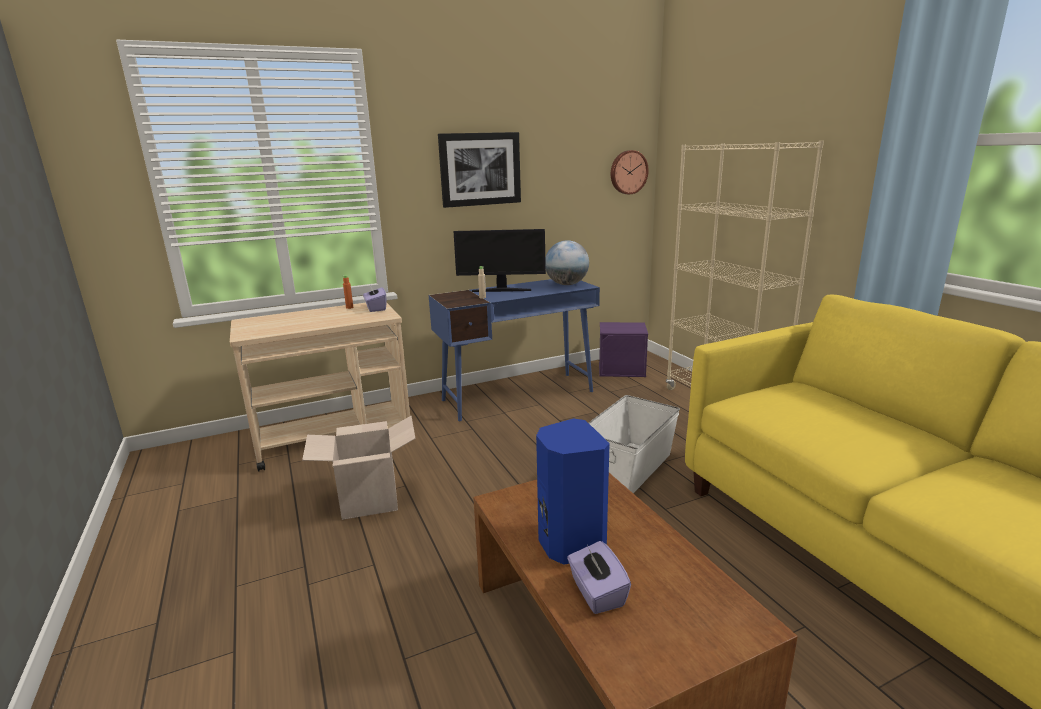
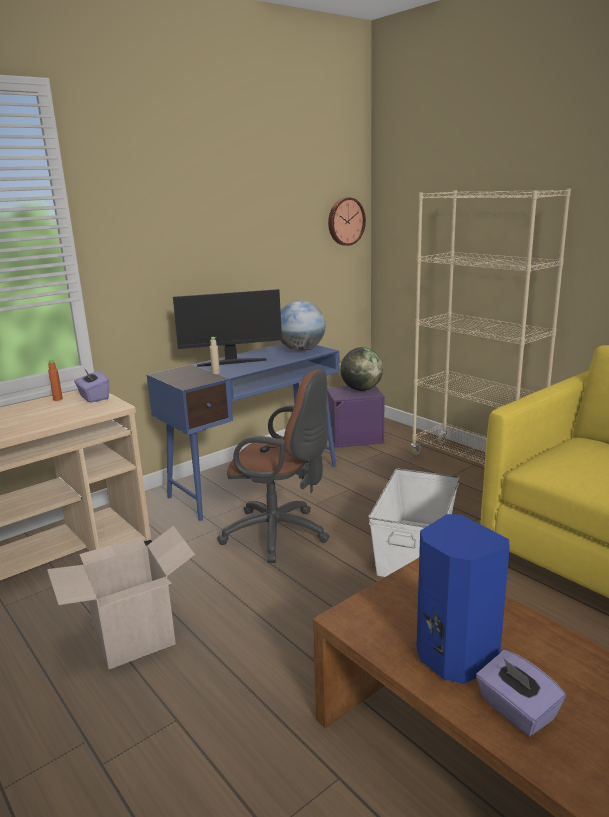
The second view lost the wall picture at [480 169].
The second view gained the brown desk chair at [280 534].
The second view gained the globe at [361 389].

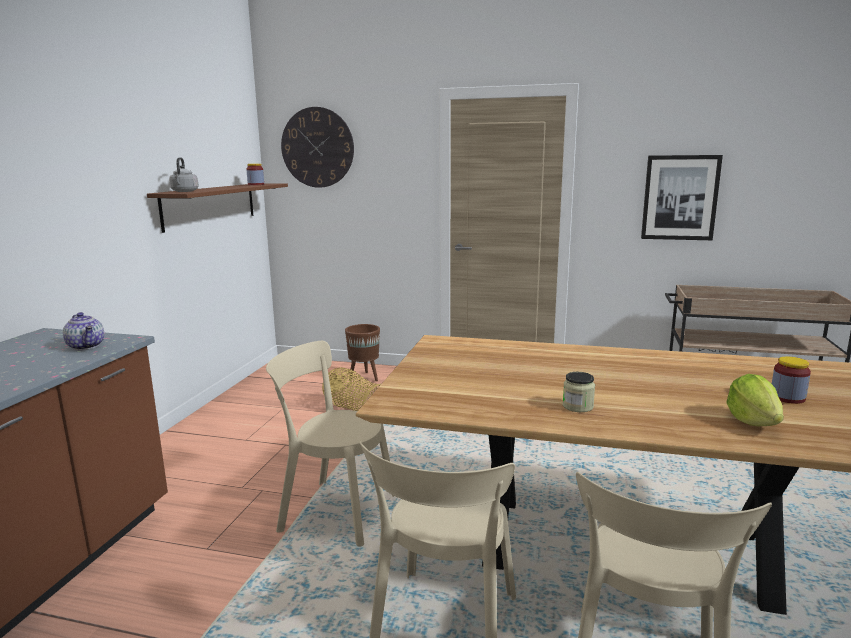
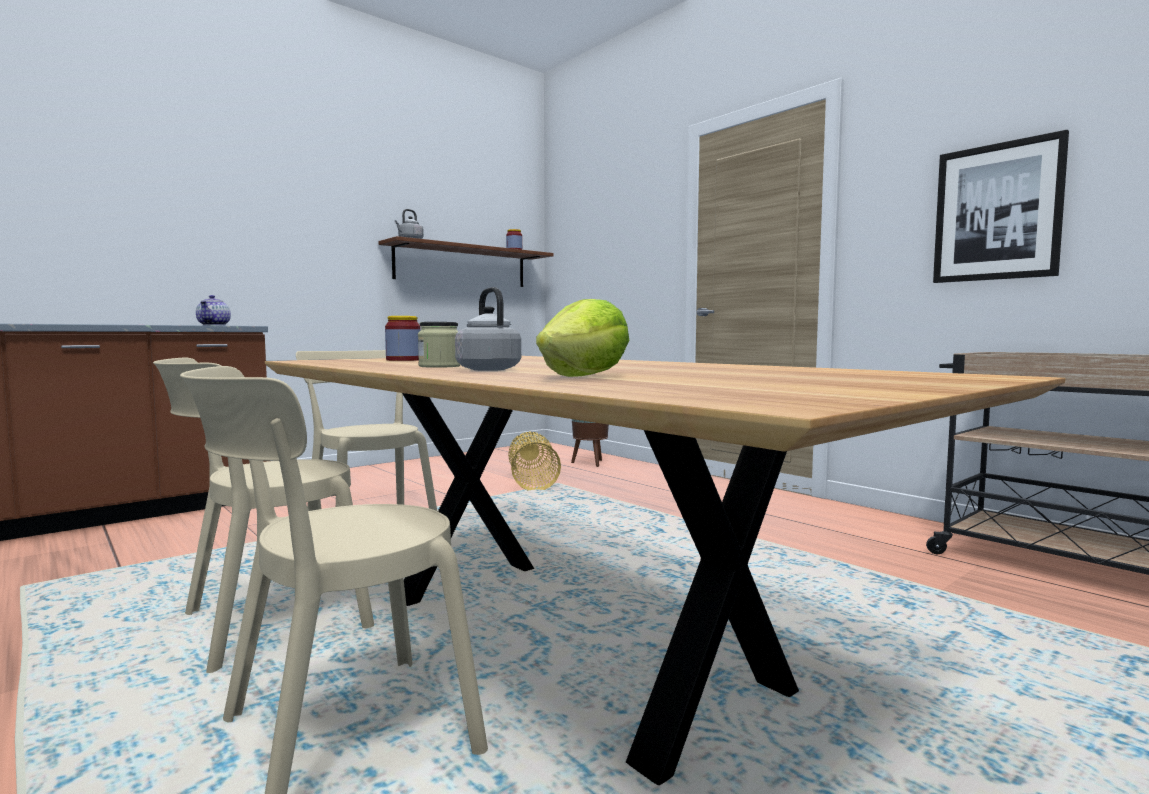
The second view lost the clock on the wall at [317 147].
The jar ended up elsewhere, having gone from [787 397] to [403 360].
The second view gained the grey tea kettle at [487 369].

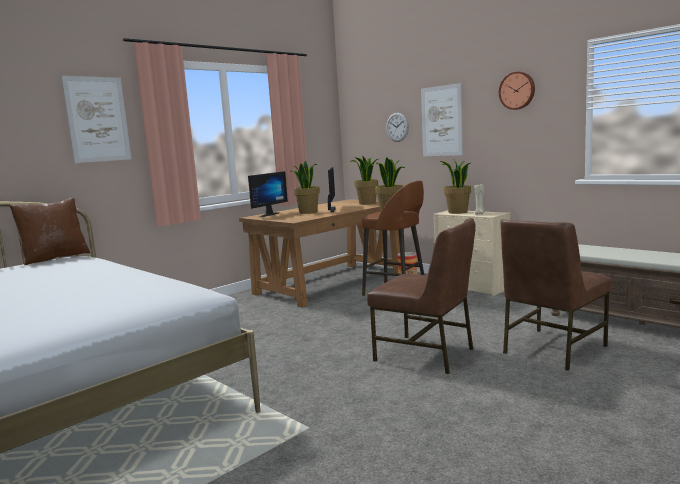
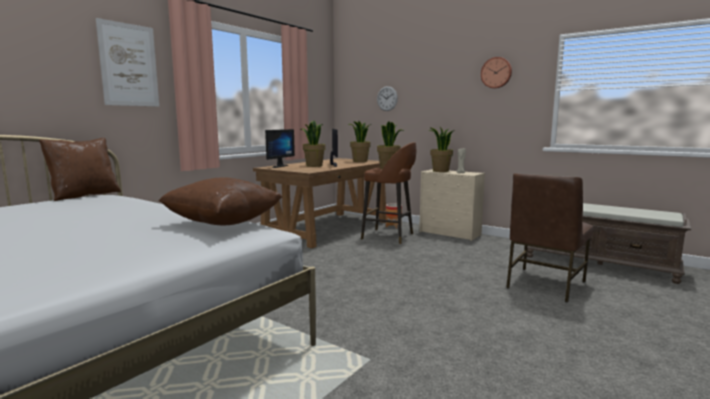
The second view lost the brown plain chair at [426 354].
The second view lost the wall picture at [441 121].
The second view gained the brown cushion at [223 223].

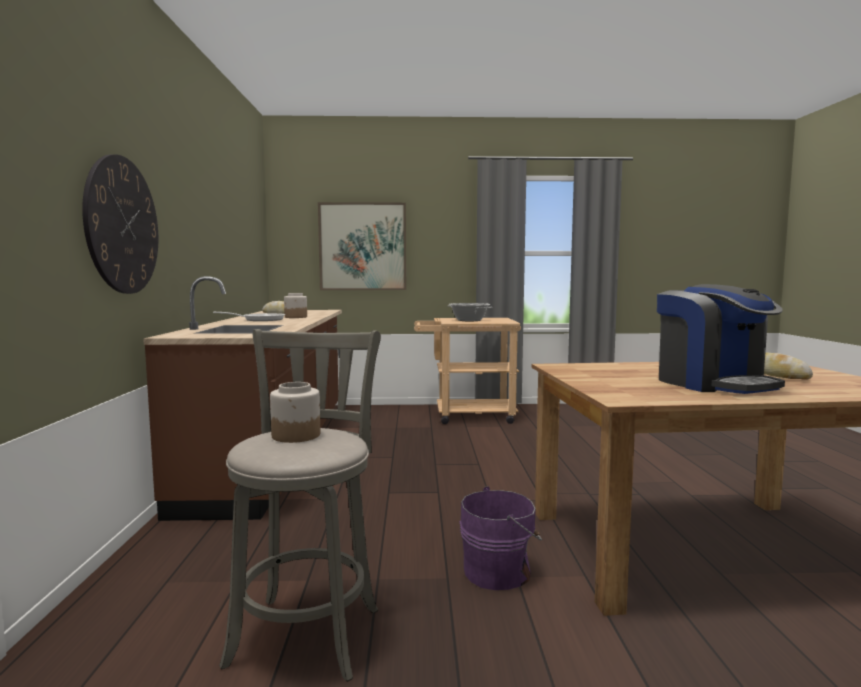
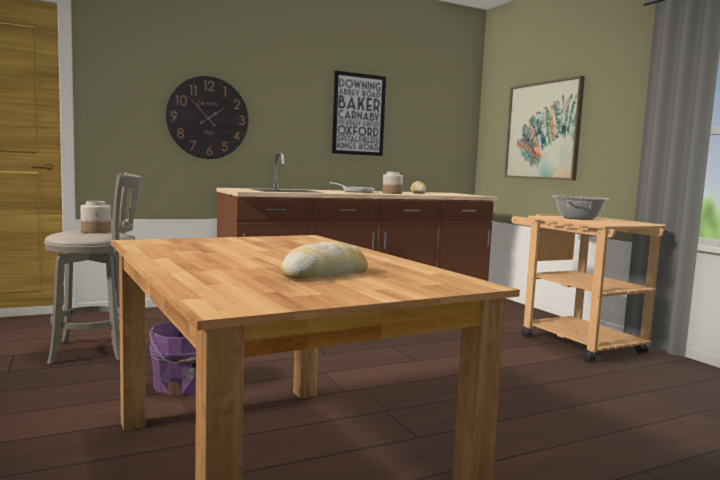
The second view lost the coffee maker at [713 384].
The second view gained the wall picture at [358 114].

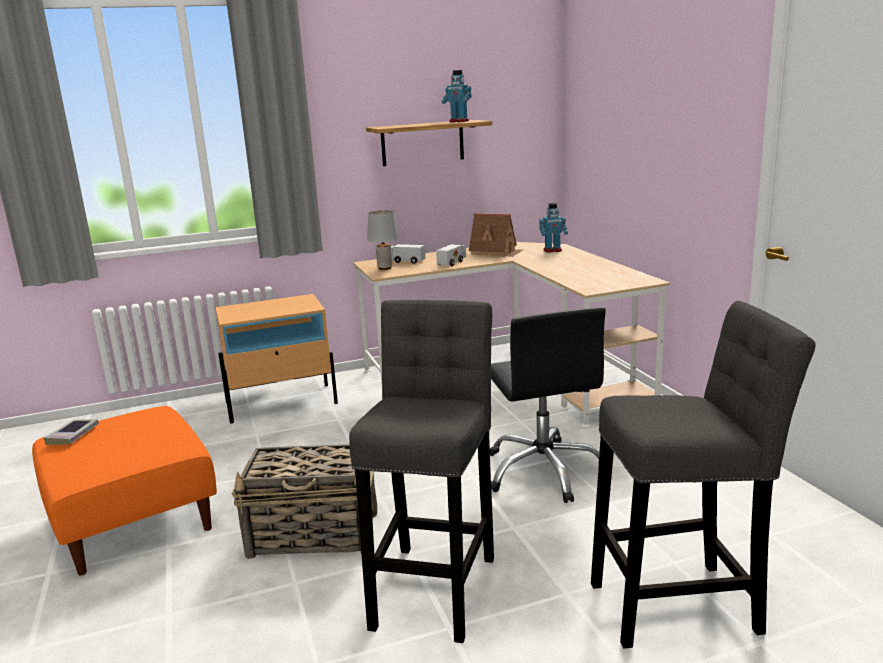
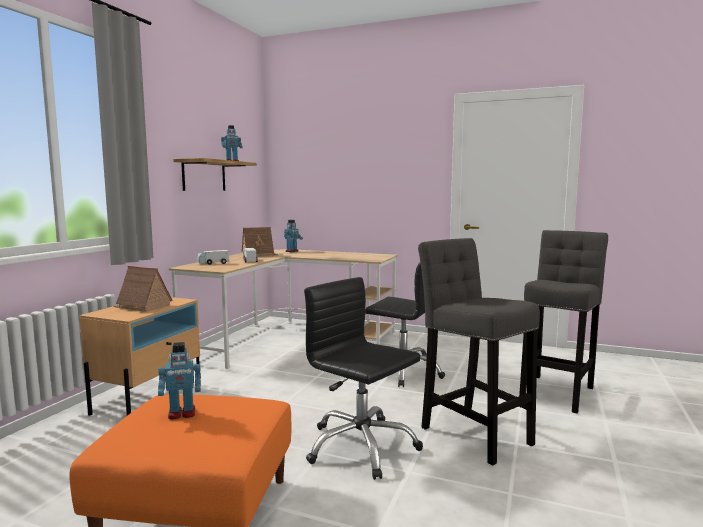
The second view lost the book at [73 435].
Where the basket stood at [315 534], the black desk chair came to stand at [361 446].
The second view lost the grey lamp for a table at [384 268].
The second view gained the toy house at [142 306].
The second view gained the robot figure at [182 414].

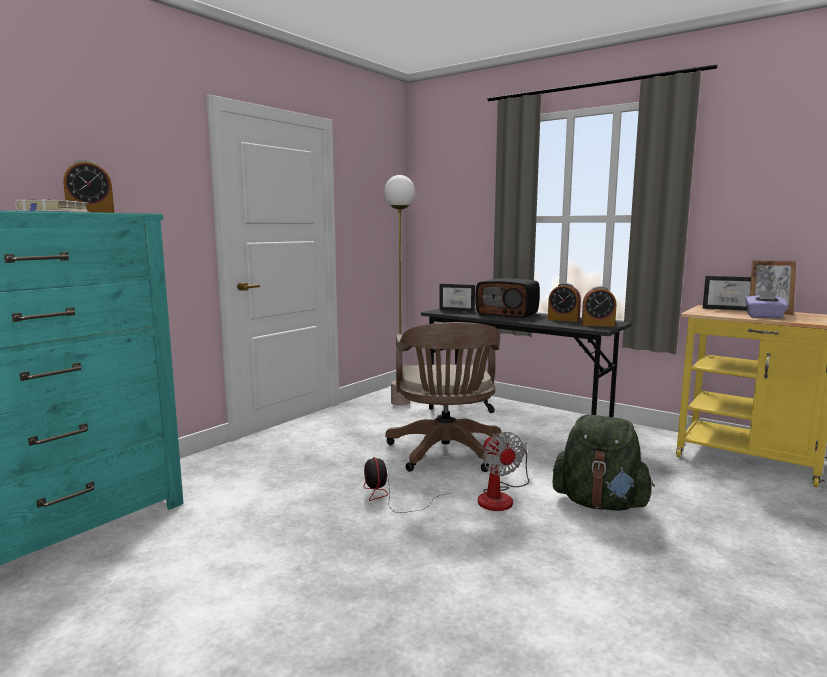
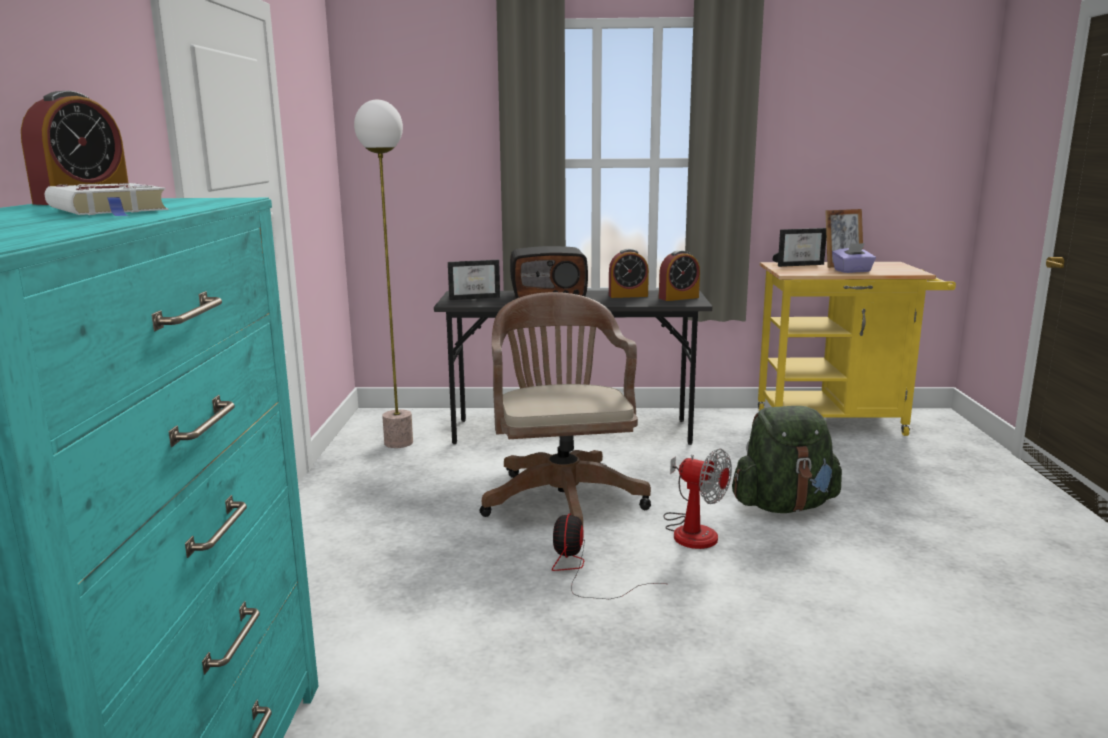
The fan at [390 497] ended up facing another way, 60 degrees clockwise from before.
The brown desk chair at [446 454] ended up facing another way, 150 degrees counterclockwise from before.

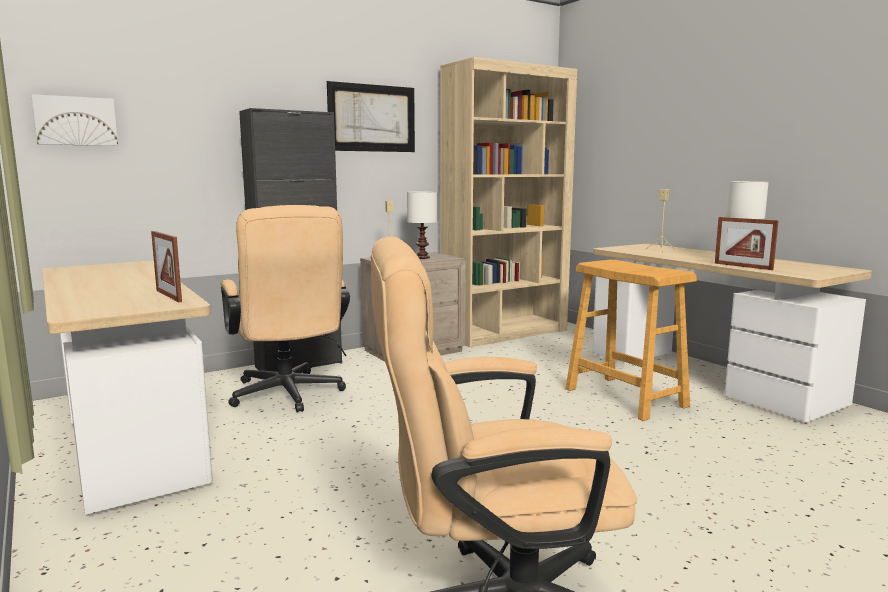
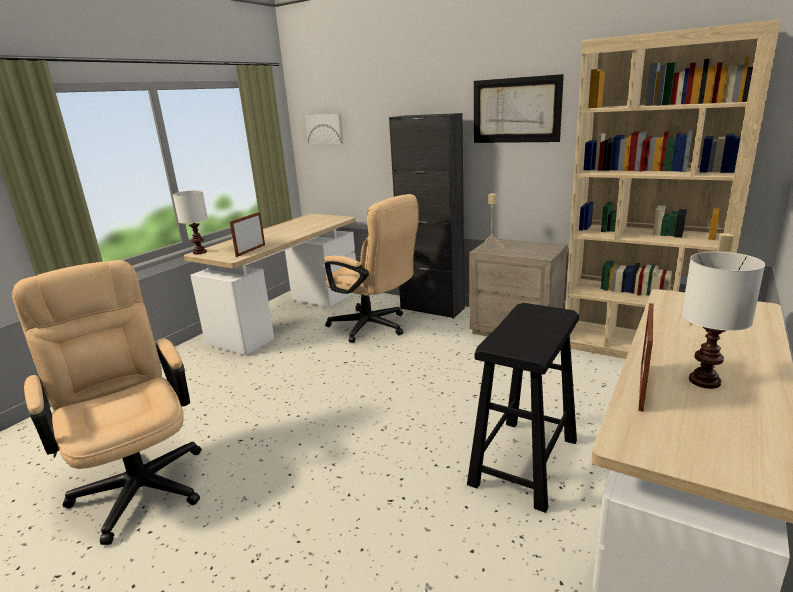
The beige-coloured desk chair at [288 396] ended up facing another way, 90 degrees counterclockwise from before.
The white lamp for a table ended up elsewhere, having gone from [422 257] to [200 252].
What was the beige-coloured sitting stool at [624 397] turned into the black sitting stool at [525 461].

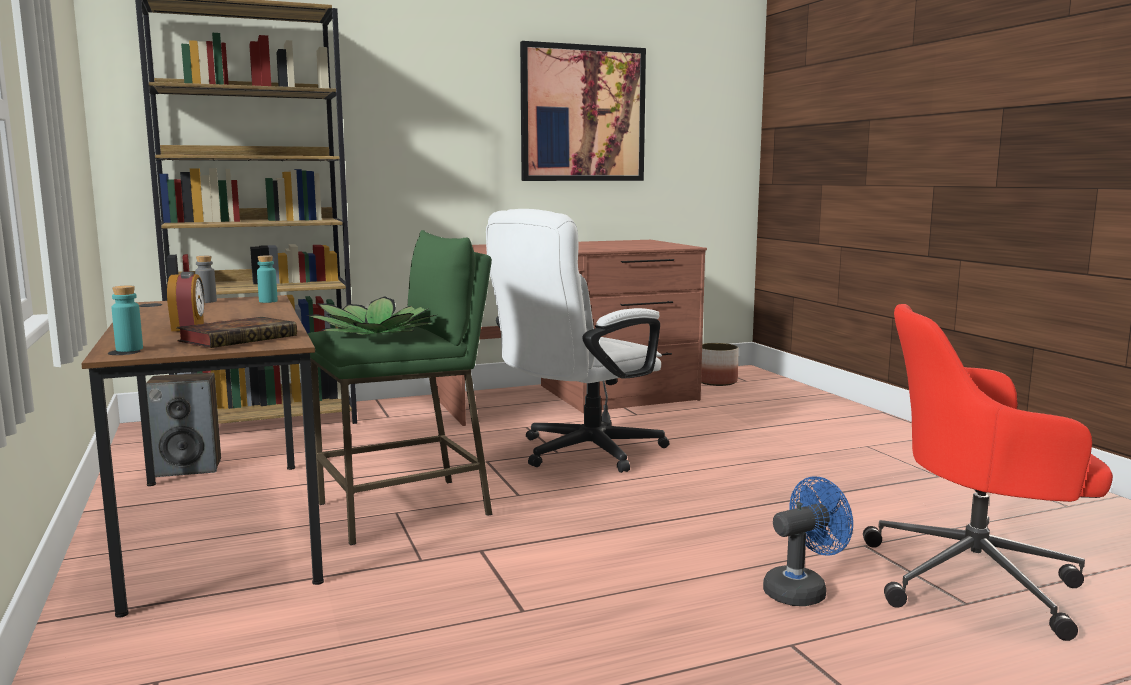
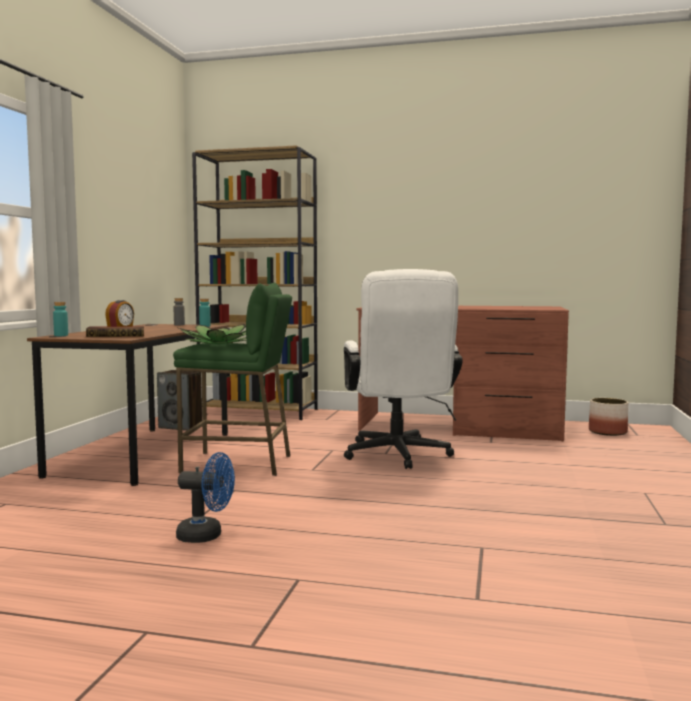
The white desk chair at [579 453] ended up facing another way, 90 degrees counterclockwise from before.
The second view lost the wall picture at [583 114].
The bluish fan ended up elsewhere, having gone from [802 590] to [207 536].
The second view lost the red desk chair at [976 580].

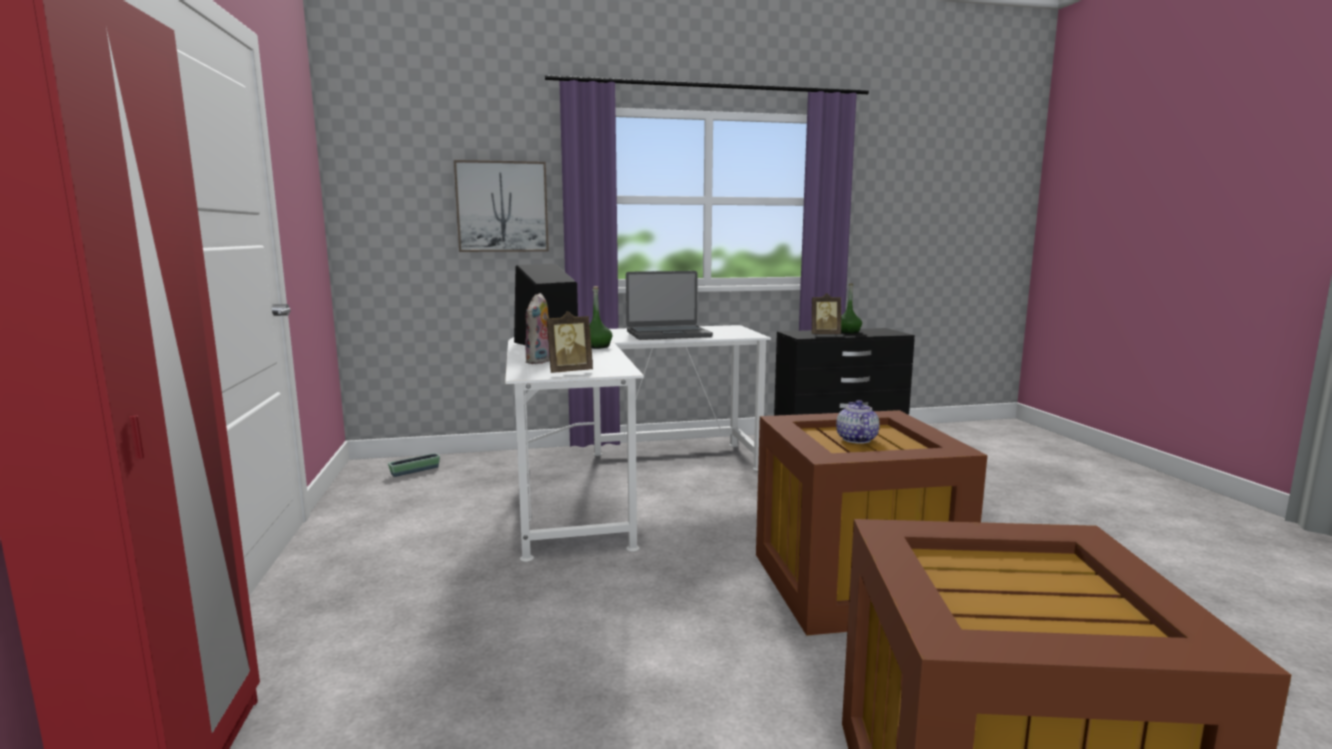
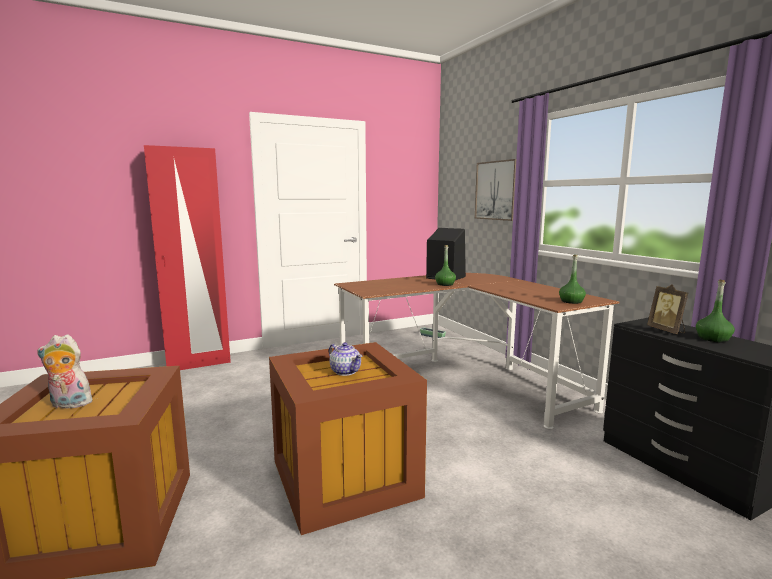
What was the white desk at [618 482] turned into the brown desk at [464 382].
The soft toy ended up elsewhere, having gone from [541 361] to [68 404].
The second view lost the picture frame at [569 371].
The second view lost the portable computer at [668 334].
The tea pot at [856 439] ended up facing another way, 60 degrees clockwise from before.
The second view gained the green-coloured beverage bottle at [571 301].

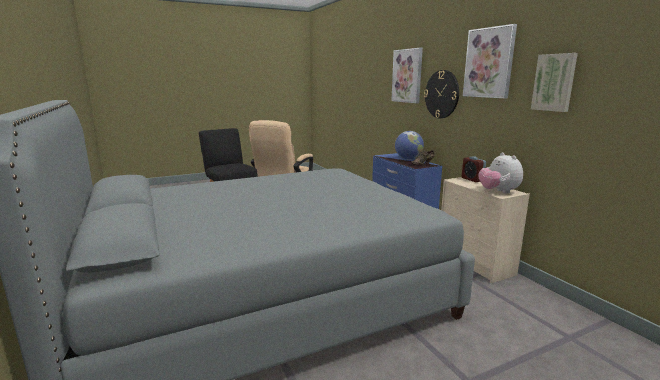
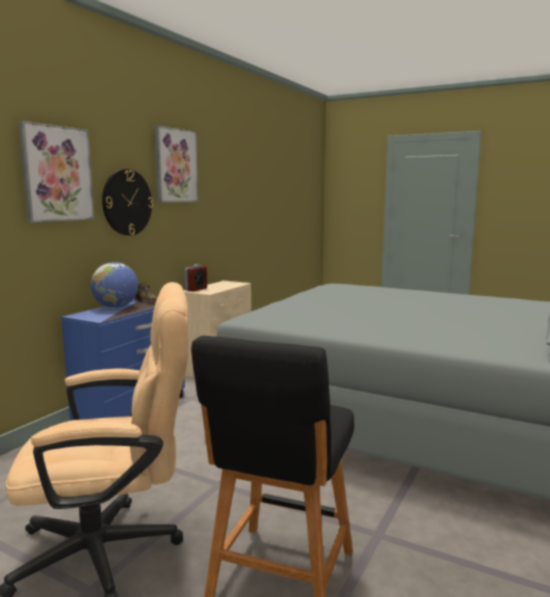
The second view lost the soft toy at [498 192].
The second view lost the wall picture at [554 82].

